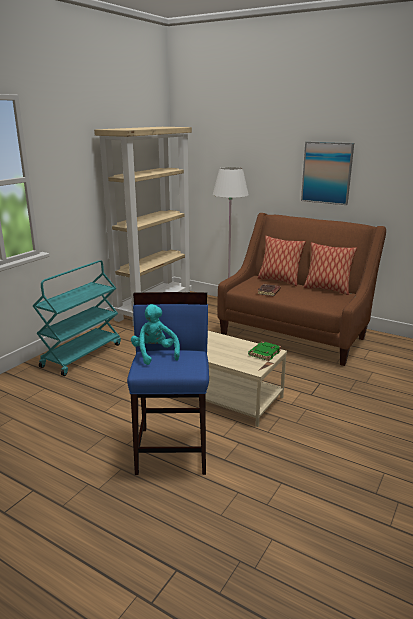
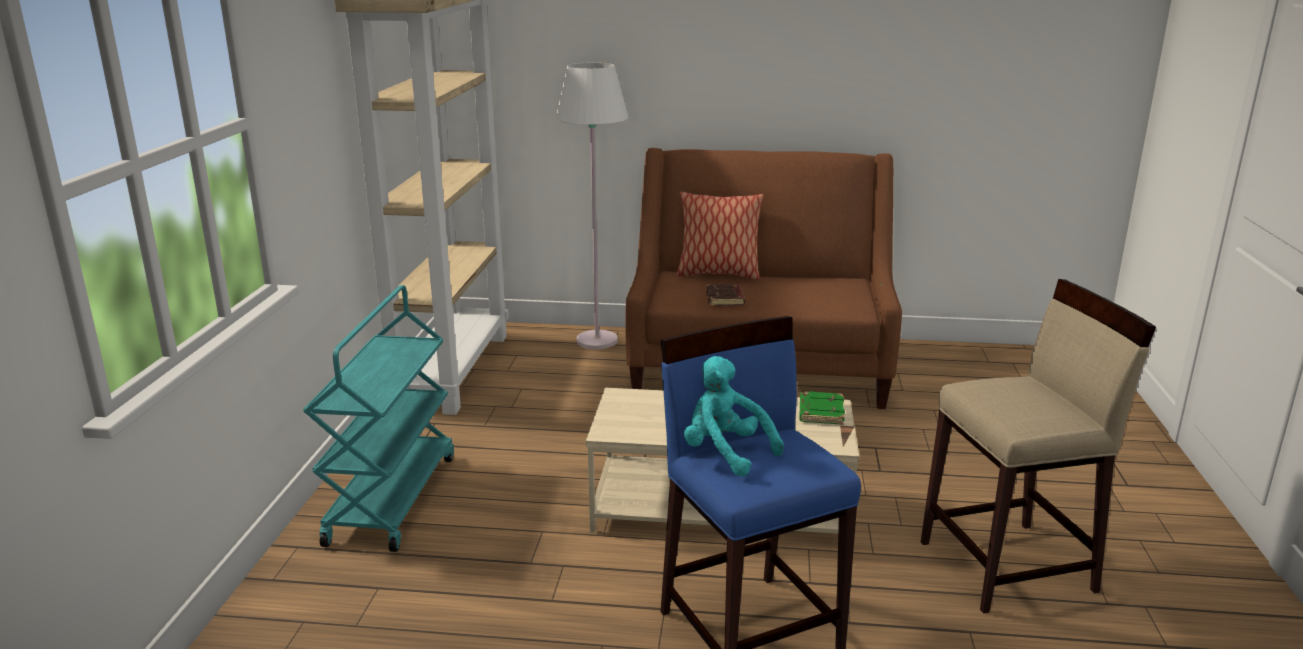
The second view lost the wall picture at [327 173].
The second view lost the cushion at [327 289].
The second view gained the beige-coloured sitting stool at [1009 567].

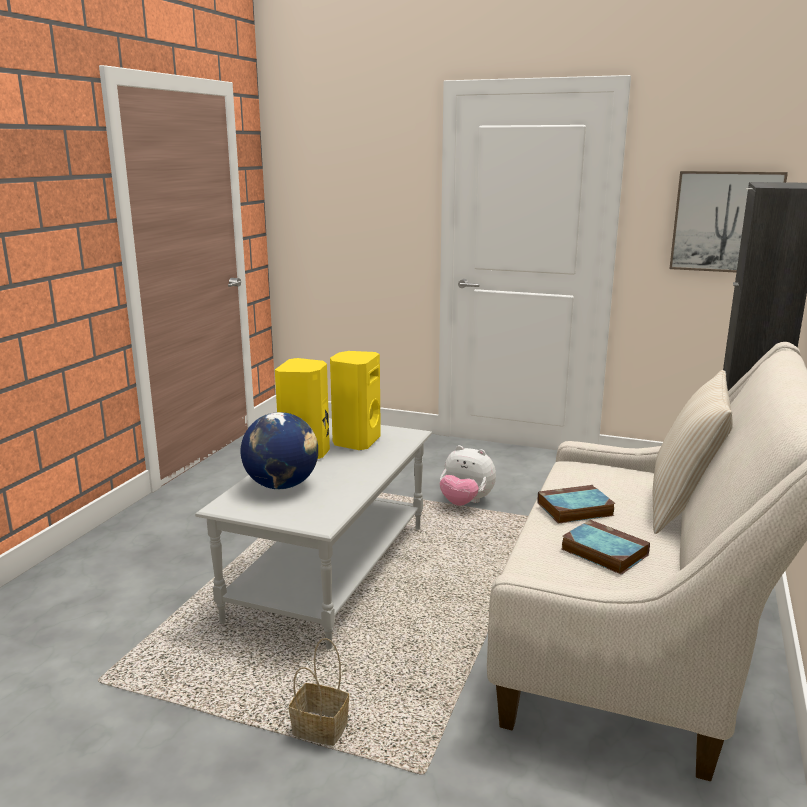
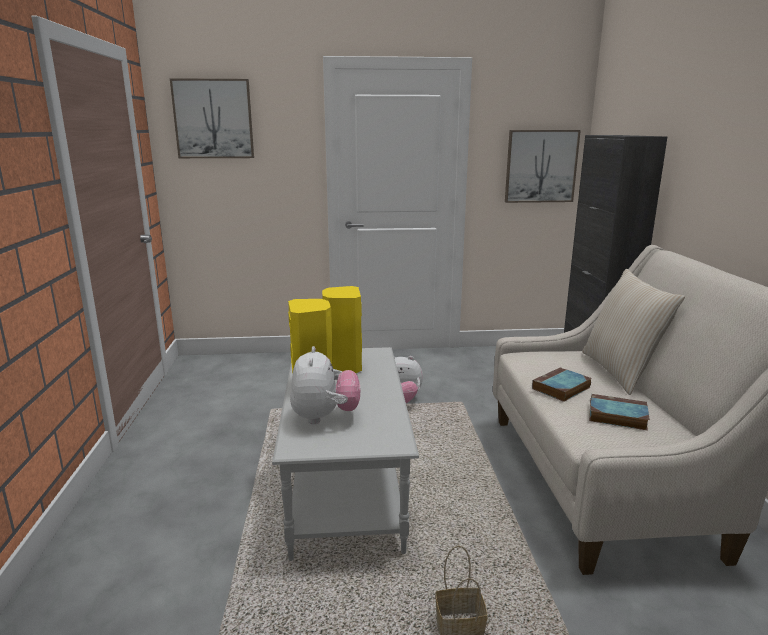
Where the globe stood at [282 485], the soft toy came to stand at [325 417].
The second view gained the wall picture at [213 119].

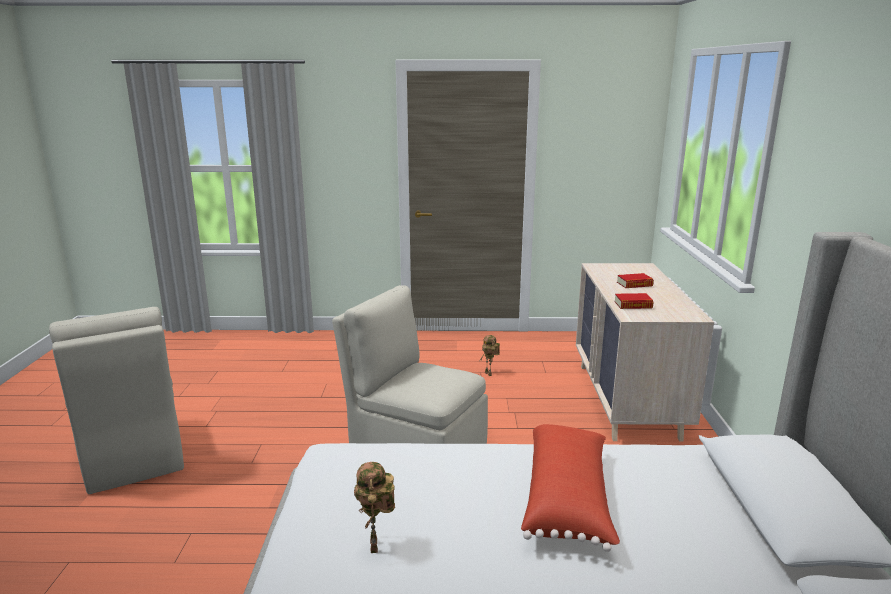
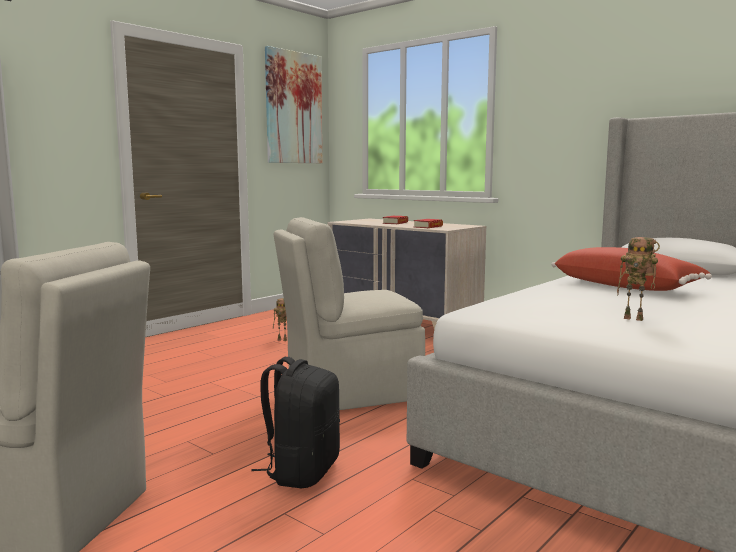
The second view gained the black rucksack at [301 471].
The second view gained the wall picture at [293 108].

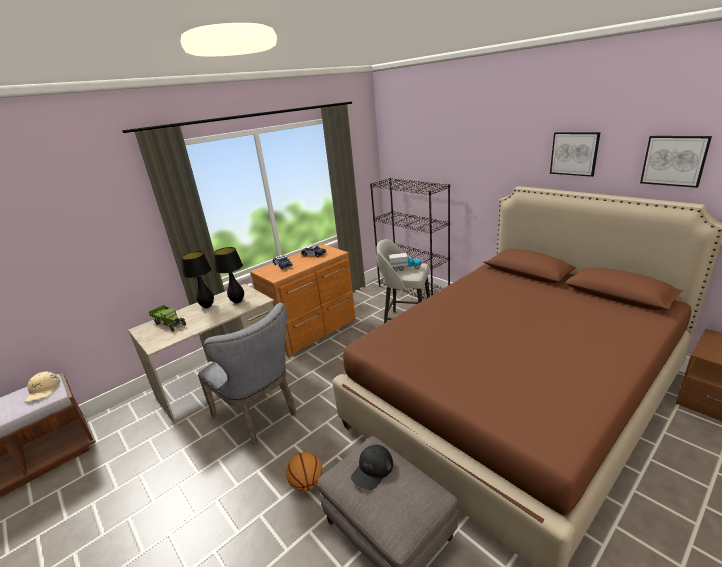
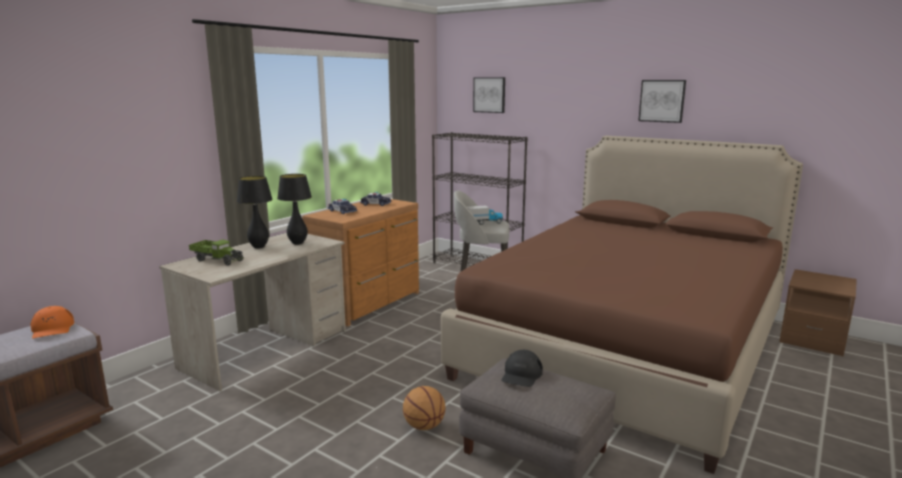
What was the beige-coloured cap at [43 389] turned into the orange cap at [52 329].
The second view lost the grey plain chair at [260 415].
The wall picture ended up elsewhere, having gone from [674 160] to [489 95].

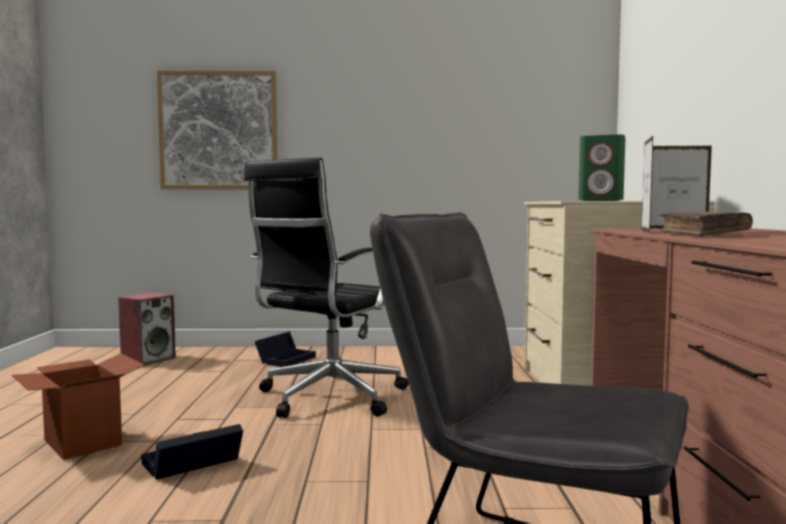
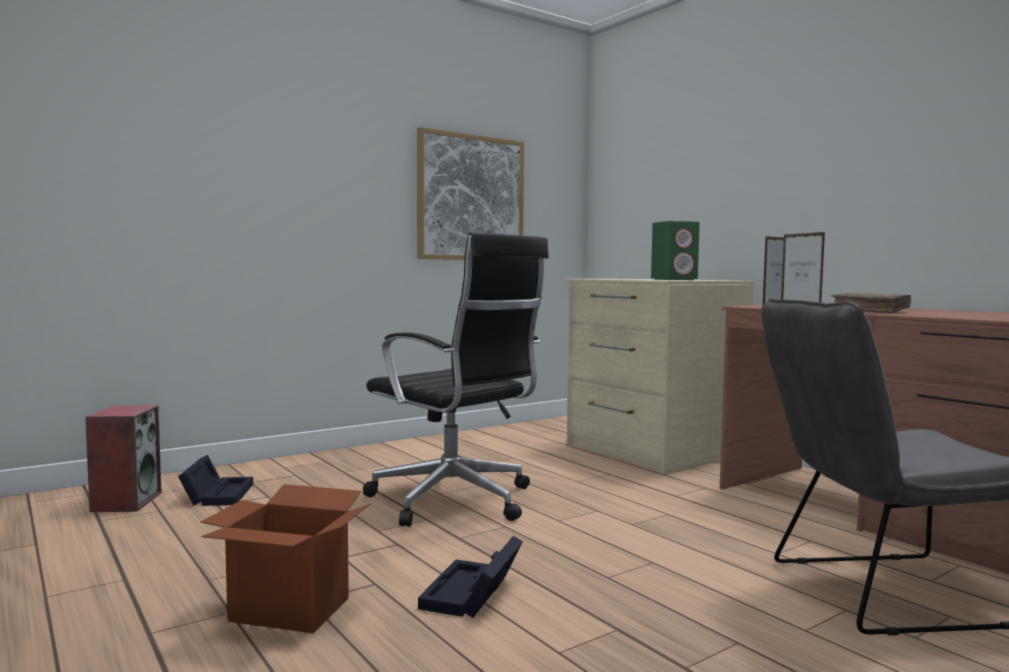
The wall picture ended up elsewhere, having gone from [218 130] to [471 198].
The black desk chair at [328 398] ended up facing another way, 45 degrees counterclockwise from before.
The black storage box ended up elsewhere, having gone from [286 359] to [218 494].

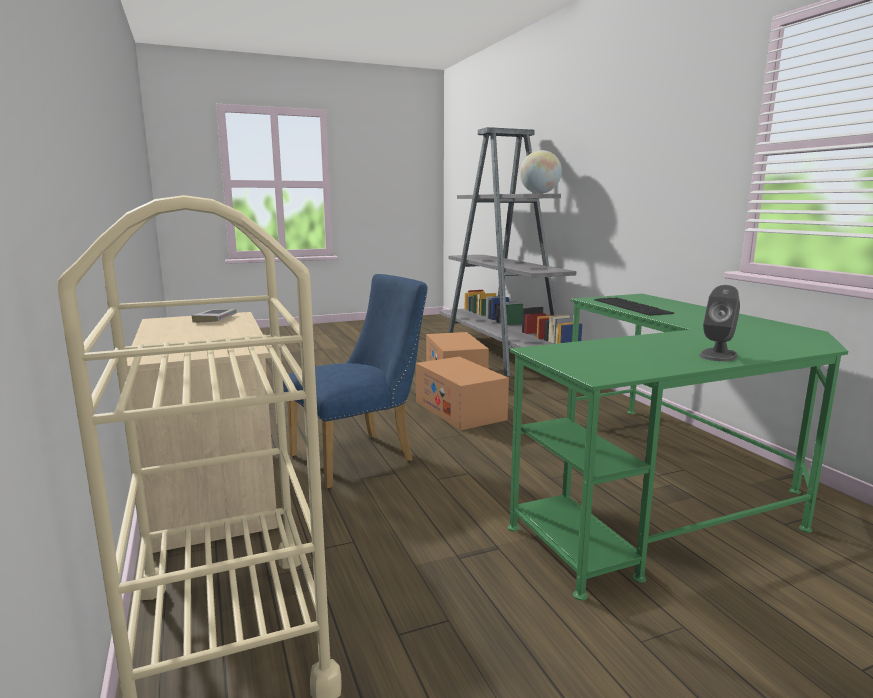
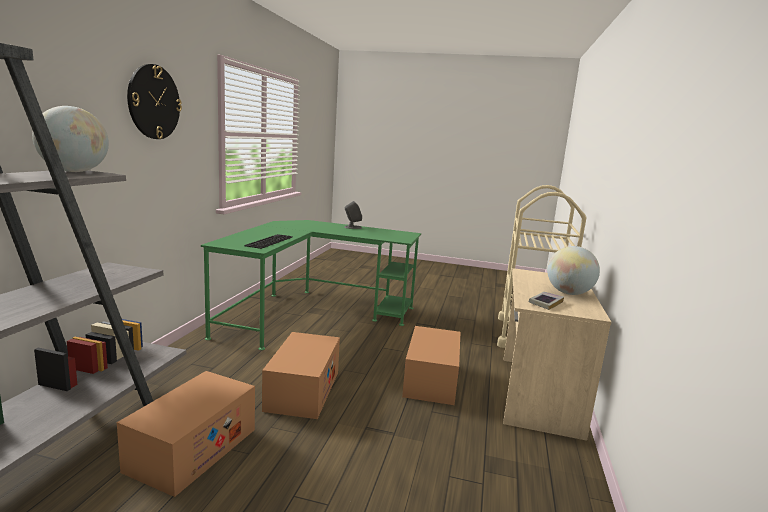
Where the bluish plain chair stood at [361 457], the cardboard box came to stand at [431 380].
The second view gained the clock on the wall at [154 102].
The second view gained the globe at [569 293].

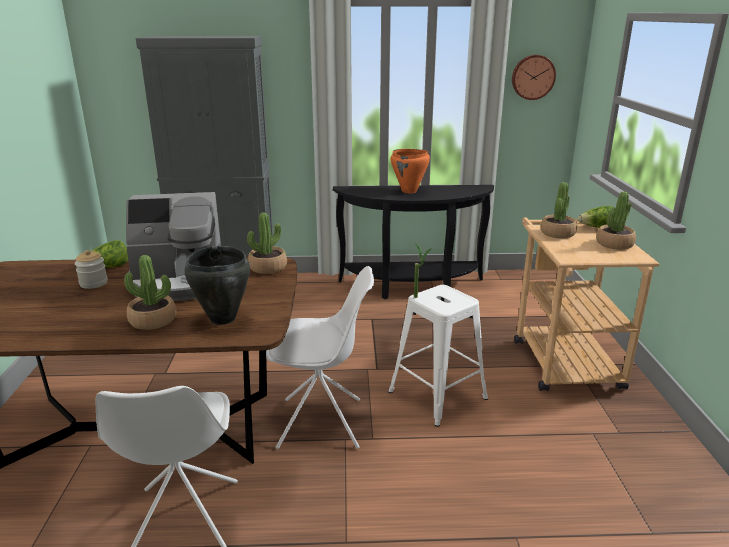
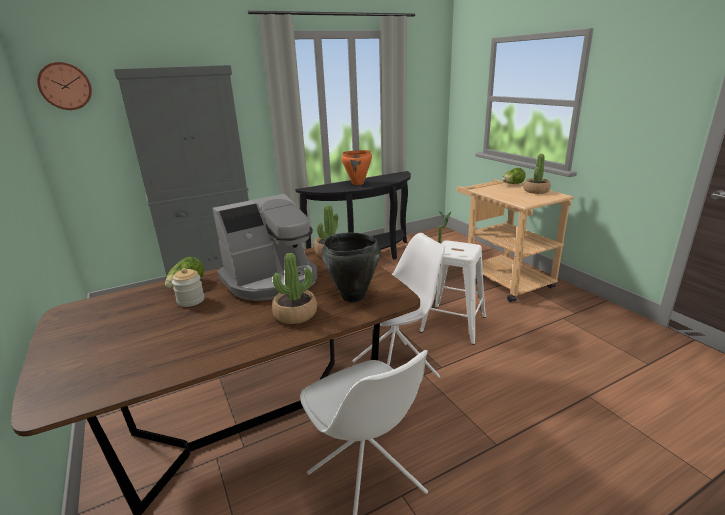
The clock on the wall ended up elsewhere, having gone from [532 77] to [65 86].
The second view lost the potted plant at [557 233].

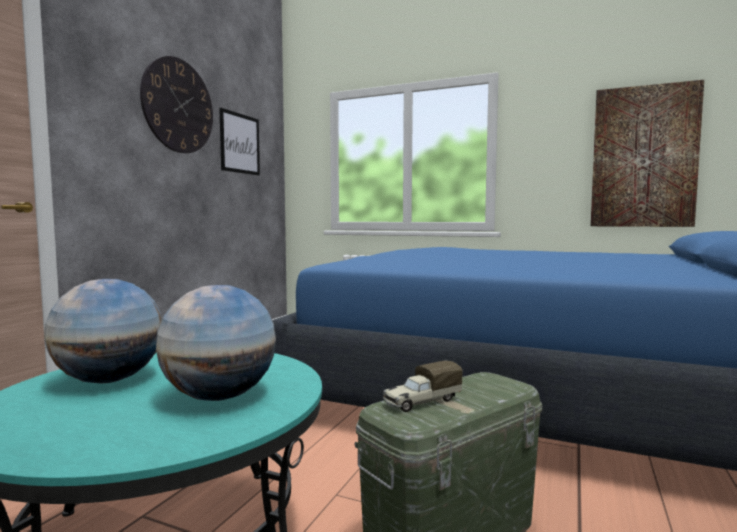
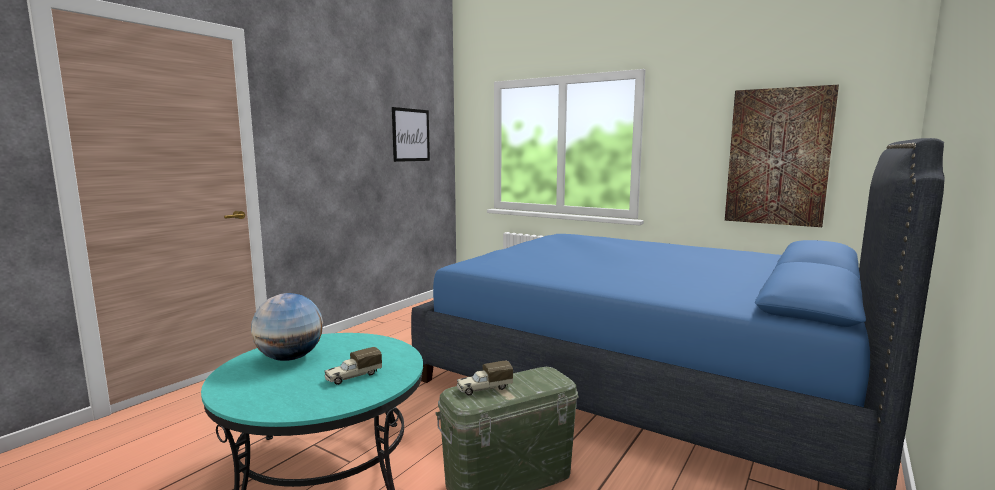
The second view lost the clock on the wall at [178 106].
Where the globe stood at [220 397], the model truck came to stand at [353 376].

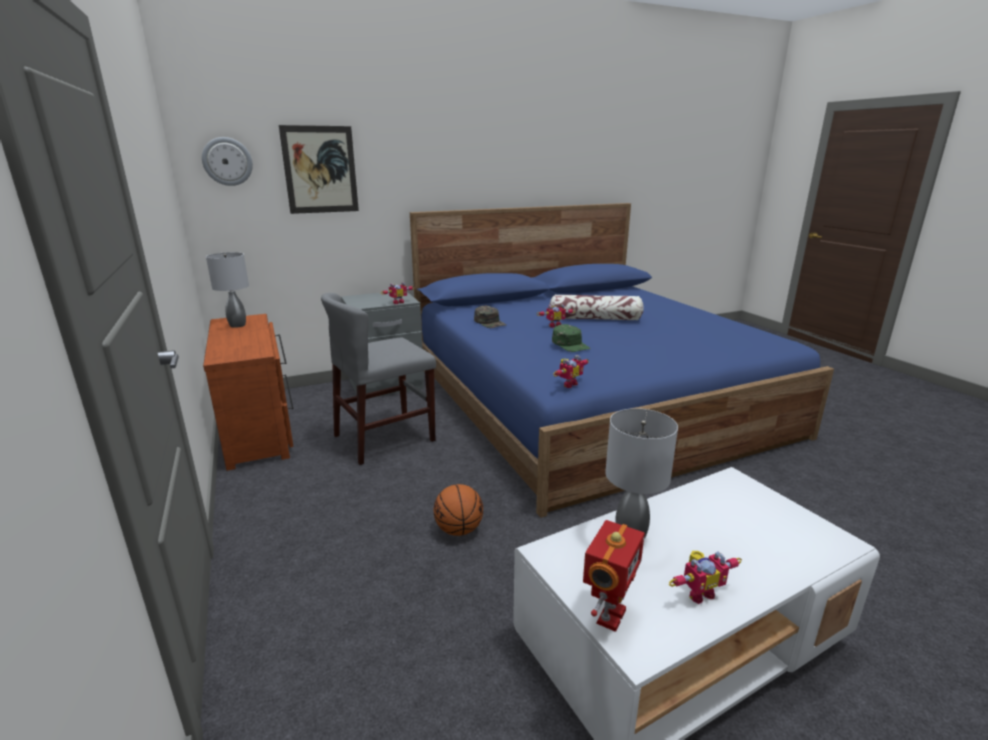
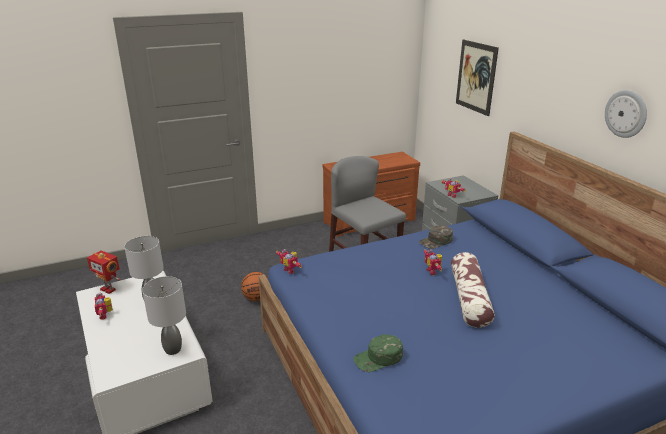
The clock on the wall ended up elsewhere, having gone from [227 161] to [626 113].
The grey lamp for a table ended up elsewhere, having gone from [238 325] to [172 350].
The green-coloured cap ended up elsewhere, having gone from [570 344] to [378 358].

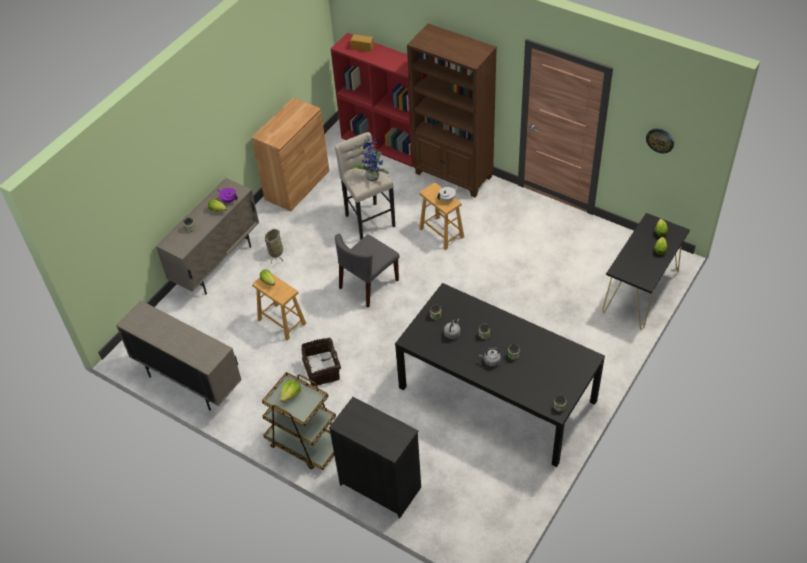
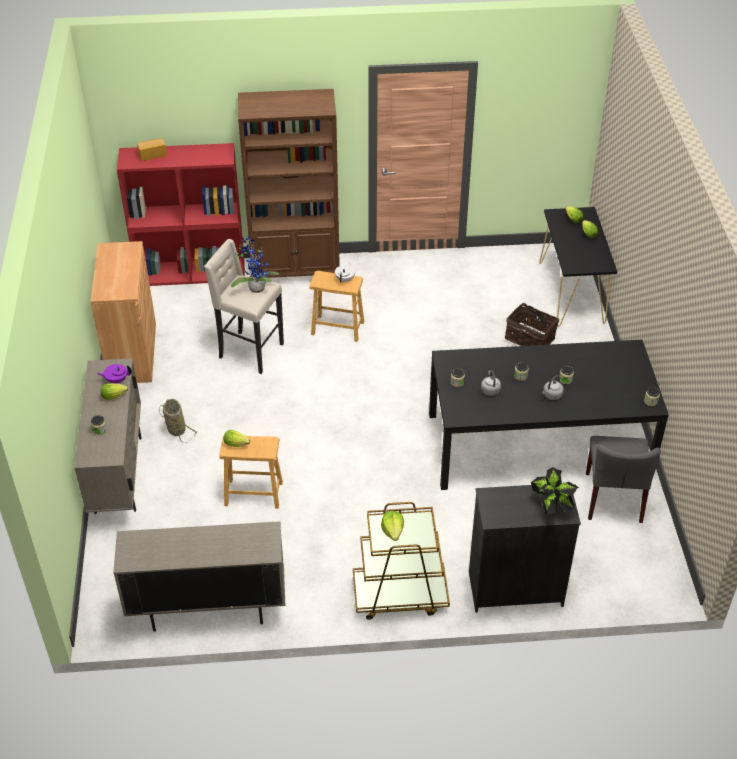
The basket ended up elsewhere, having gone from [322 368] to [530 337].
The grey plain chair ended up elsewhere, having gone from [368 284] to [613 498].
The second view lost the clock on the wall at [660 140].
The second view gained the potted plant at [552 506].

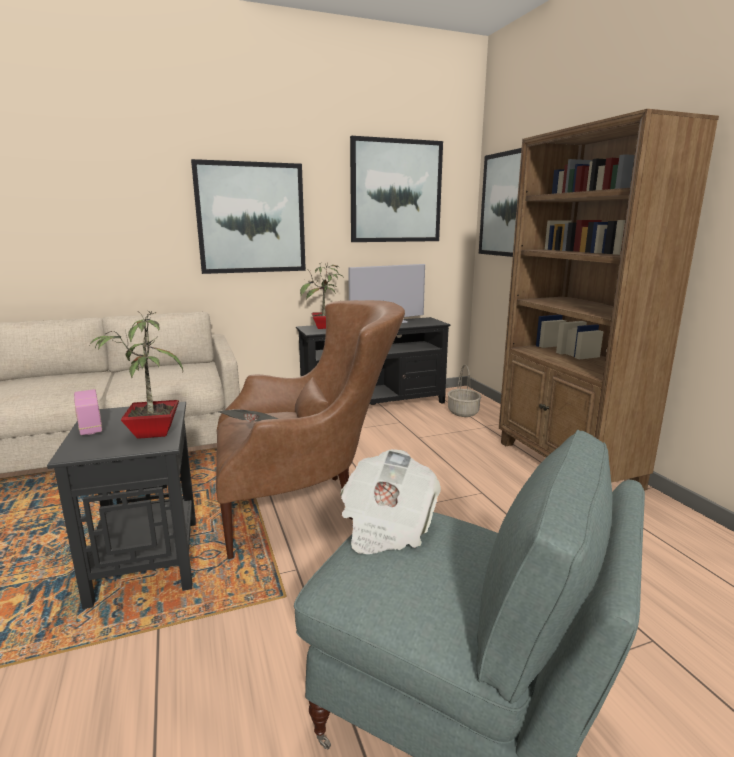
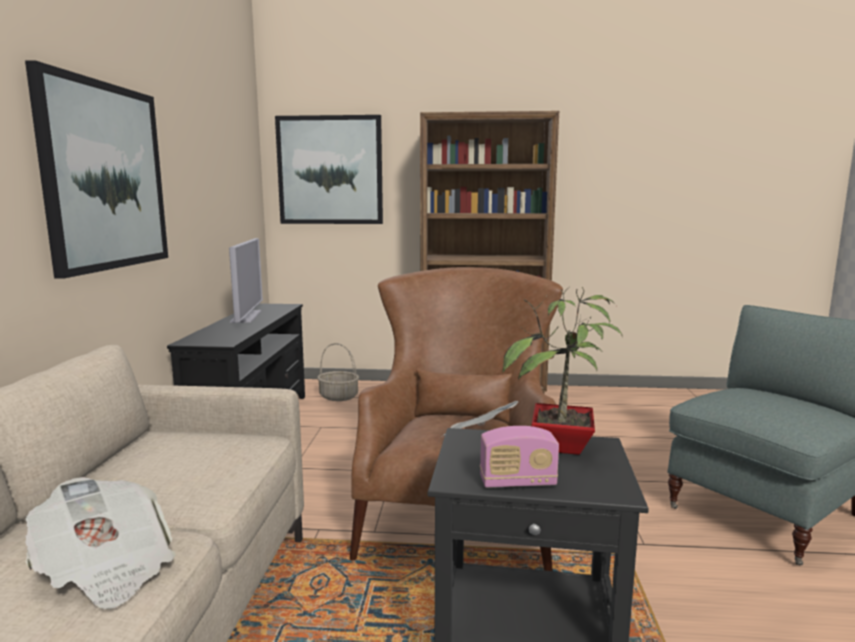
The second view lost the potted plant at [324 327].
The printed paper ended up elsewhere, having gone from [386 525] to [106 569].
The second view lost the wall picture at [396 191].

